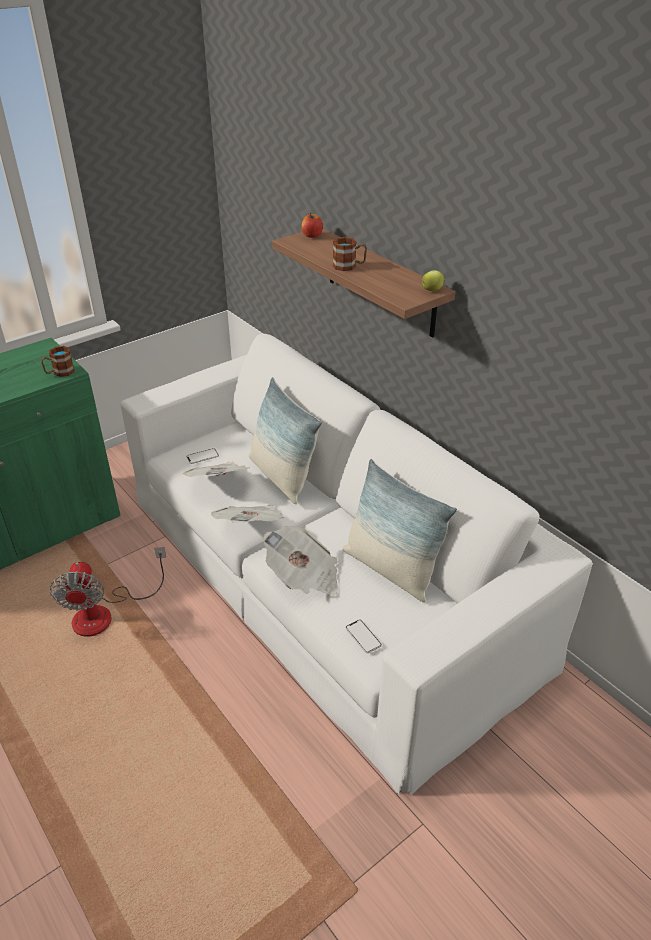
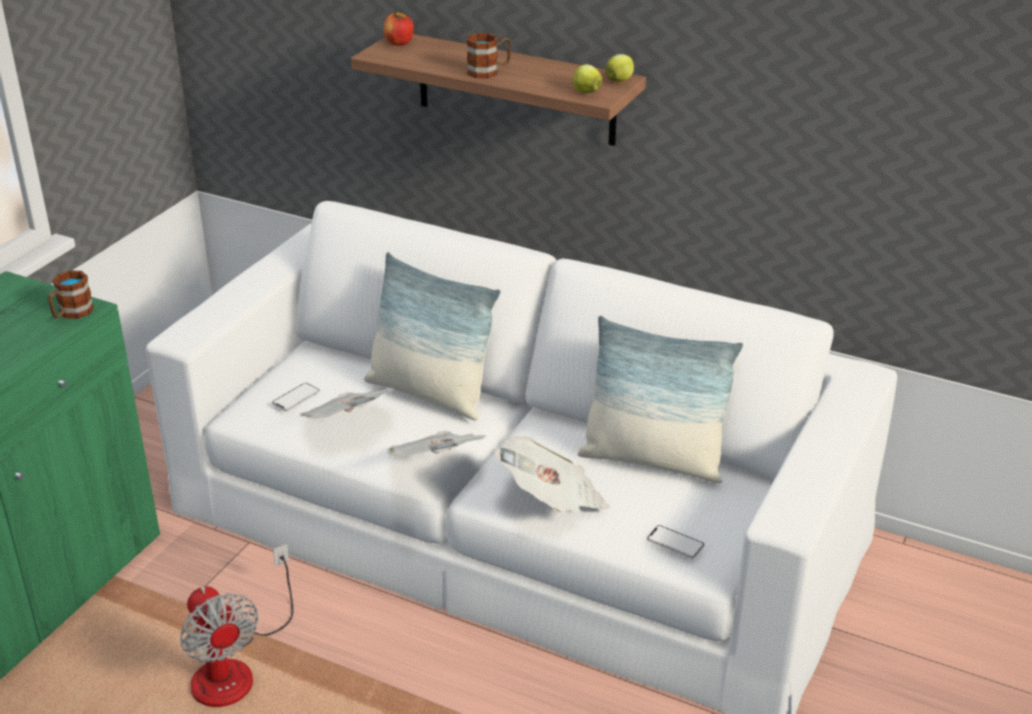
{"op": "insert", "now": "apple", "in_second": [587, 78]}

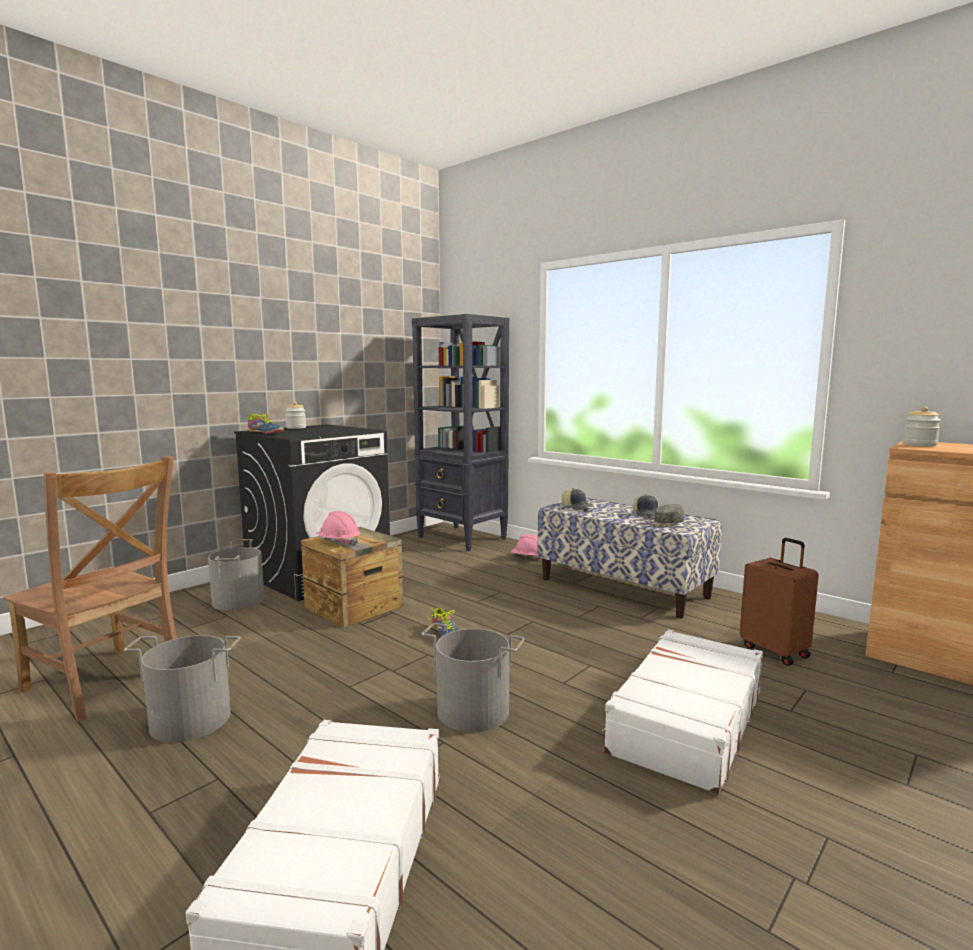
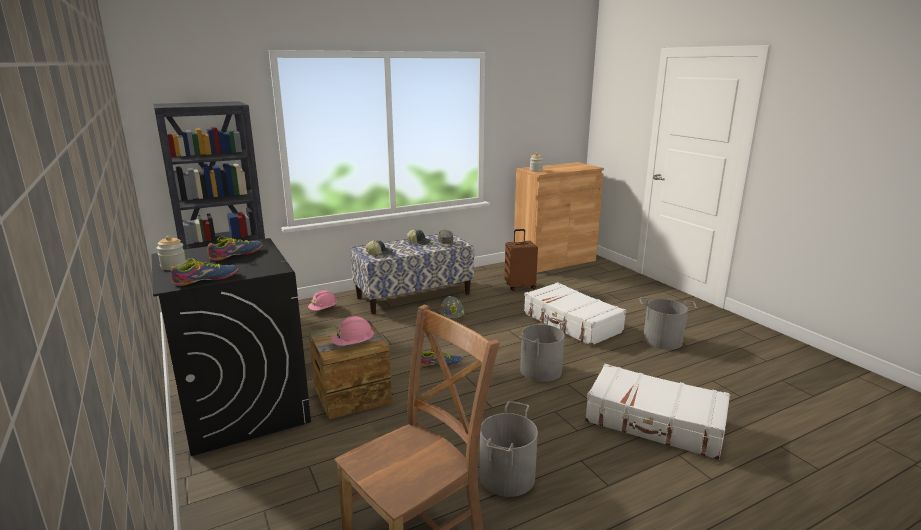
{"op": "insert", "now": "low shoe", "in_second": [235, 248]}
{"op": "insert", "now": "safety helmet (greyish)", "in_second": [452, 307]}
{"op": "move", "was": "pail (greyish)", "in_first": [236, 575], "in_second": [668, 323]}

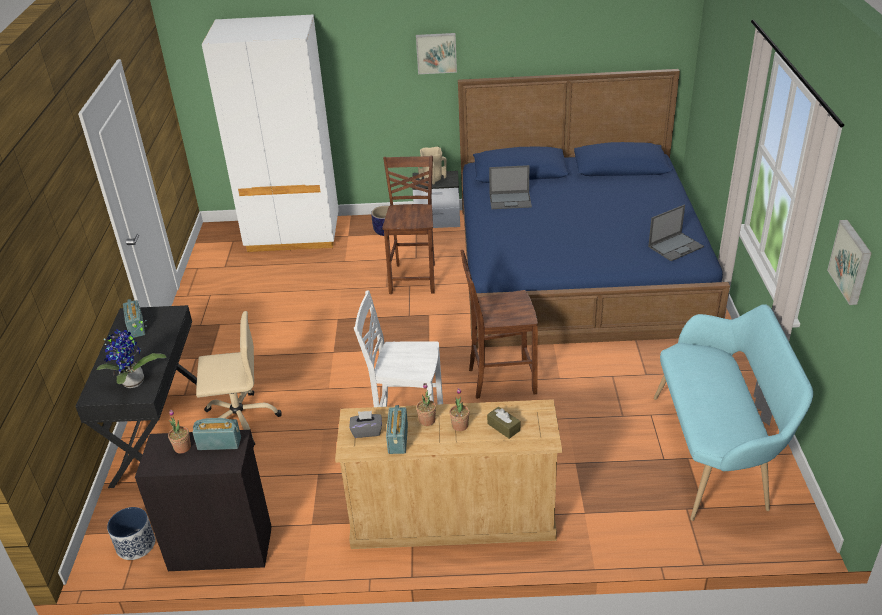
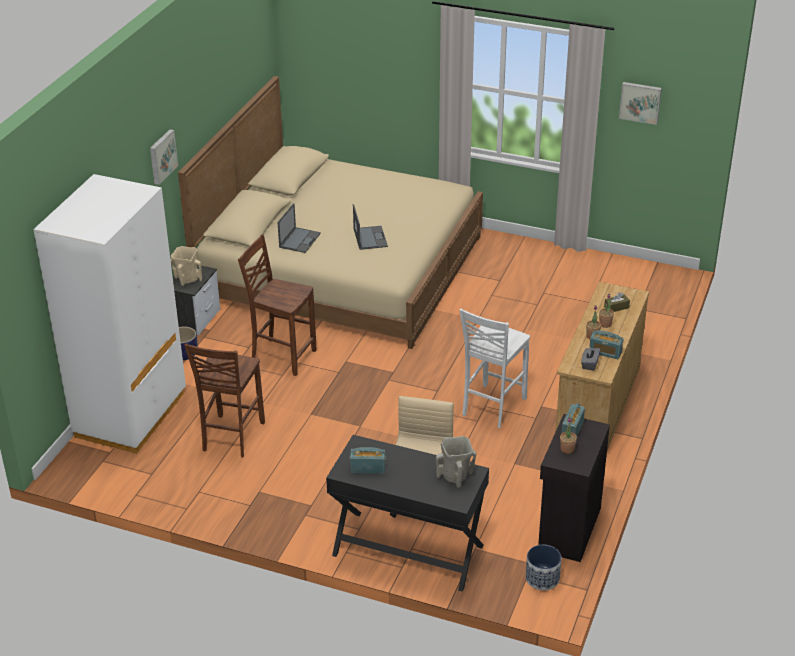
{"op": "delete", "was": "bench (blue-green)", "in_first": [733, 412]}
{"op": "move", "was": "plain chair (brown)", "in_first": [499, 324], "in_second": [224, 400]}
{"op": "move", "was": "laptop", "in_first": [676, 232], "in_second": [370, 227]}
{"op": "replace", "was": "potted plant", "now": "vase (beige)", "in_first": [132, 354], "in_second": [456, 462]}
{"op": "recolor", "was": "bed (blue-coloured)", "now": "bed (beige)", "in_first": [594, 208], "in_second": [330, 212]}

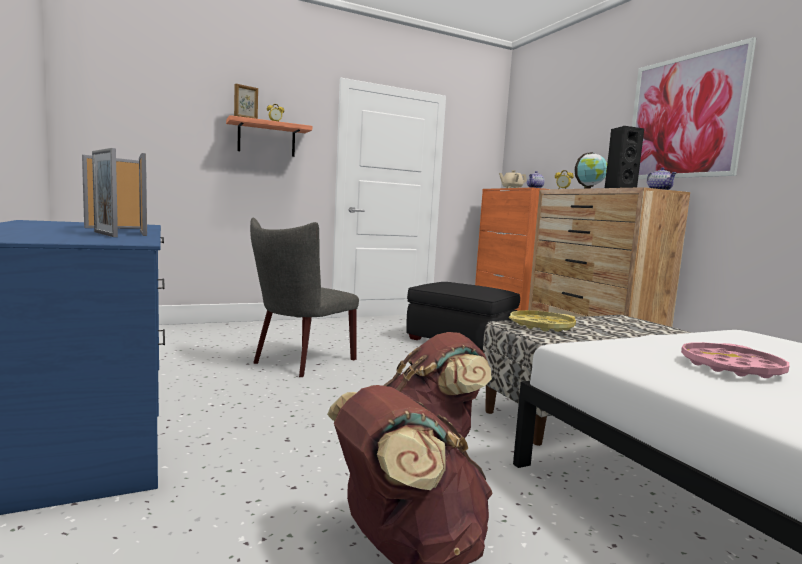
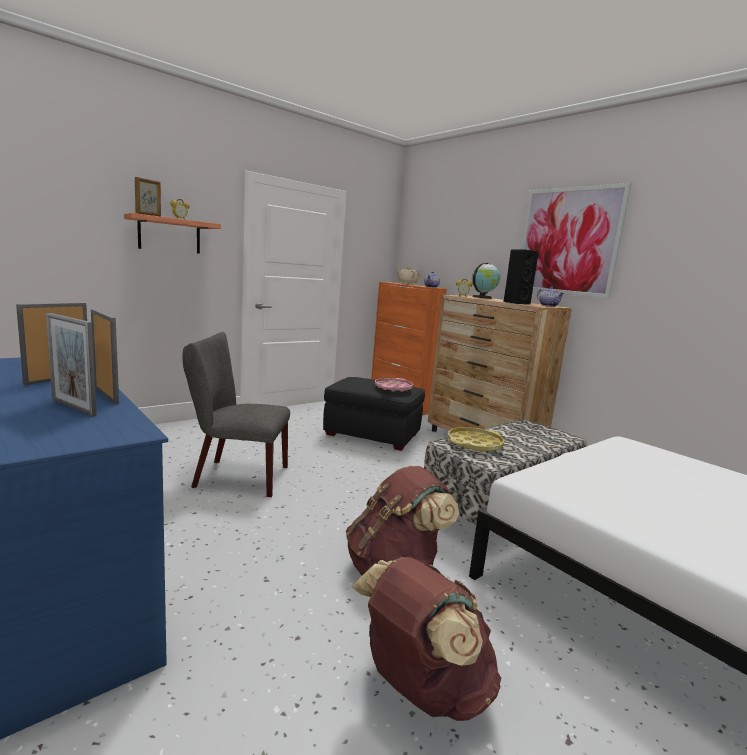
{"op": "move", "was": "serving tray (pinkish)", "in_first": [735, 360], "in_second": [394, 385]}
{"op": "rotate", "was": "plain chair (greyish)", "in_first": [304, 297], "in_second": [236, 414], "clockwise": 75}

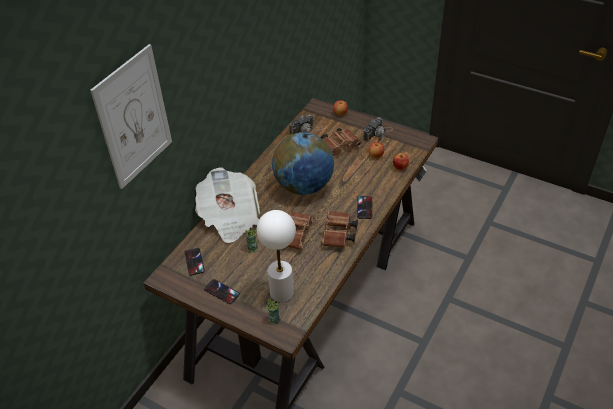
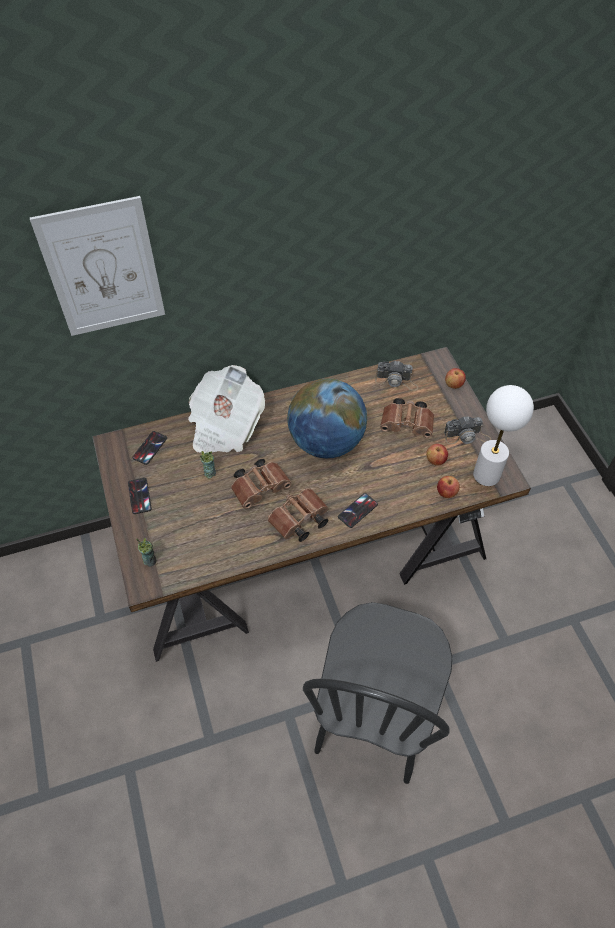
{"op": "insert", "now": "plain chair (black)", "in_second": [377, 693]}
{"op": "move", "was": "tabletop lamp (white)", "in_first": [276, 256], "in_second": [503, 435]}

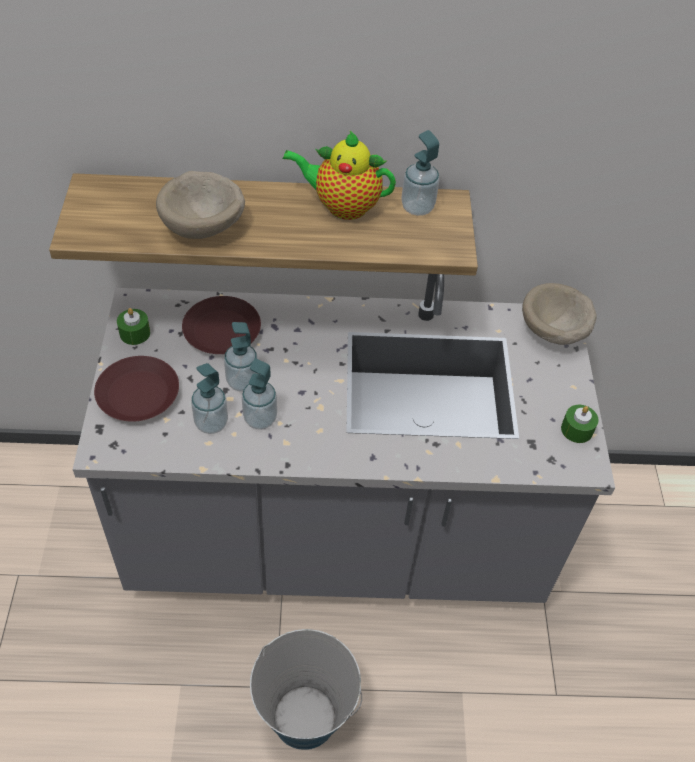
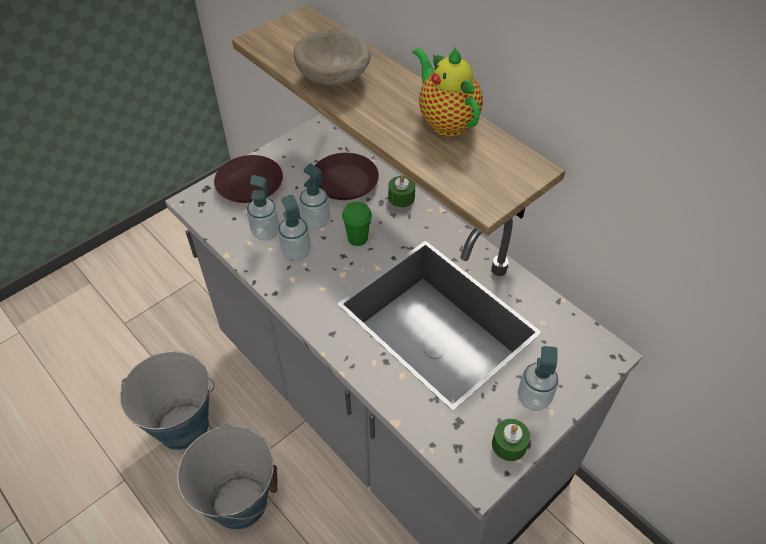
{"op": "delete", "was": "deep dish (beige)", "in_first": [559, 314]}
{"op": "insert", "now": "pail", "in_second": [167, 400]}
{"op": "insert", "now": "drinking cup (green)", "in_second": [357, 224]}
{"op": "move", "was": "wax candle (green)", "in_first": [133, 326], "in_second": [401, 190]}
{"op": "move", "was": "liquid soap bottle", "in_first": [420, 173], "in_second": [538, 378]}

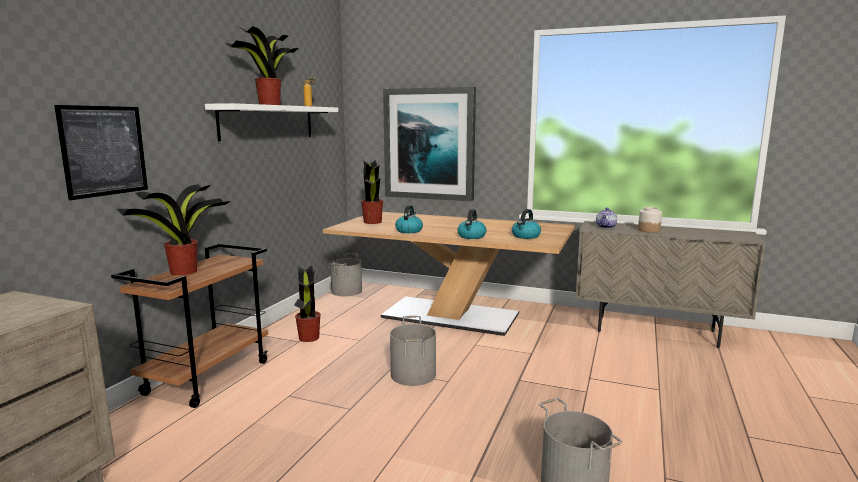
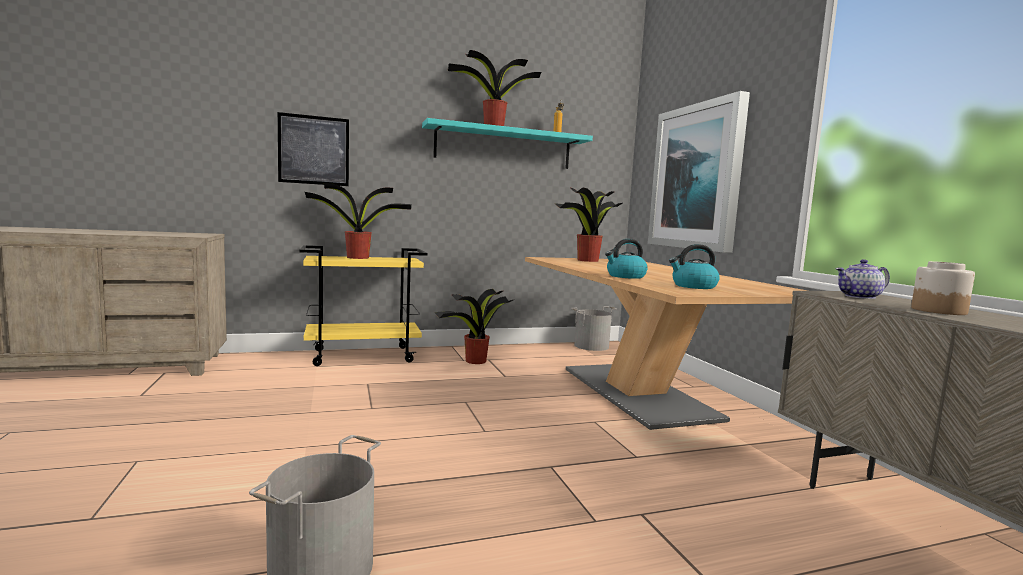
{"op": "delete", "was": "pail (greyish)", "in_first": [413, 351]}
{"op": "delete", "was": "water kettle", "in_first": [409, 219]}
{"op": "recolor", "was": "trolley (brown)", "now": "trolley (yellow-coloured)", "in_first": [189, 326], "in_second": [364, 305]}
{"op": "recolor", "was": "shelf (white)", "now": "shelf (blue-green)", "in_first": [271, 122], "in_second": [507, 143]}

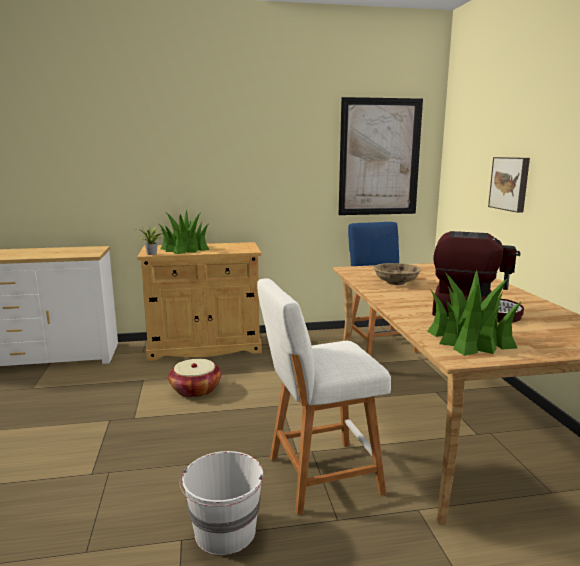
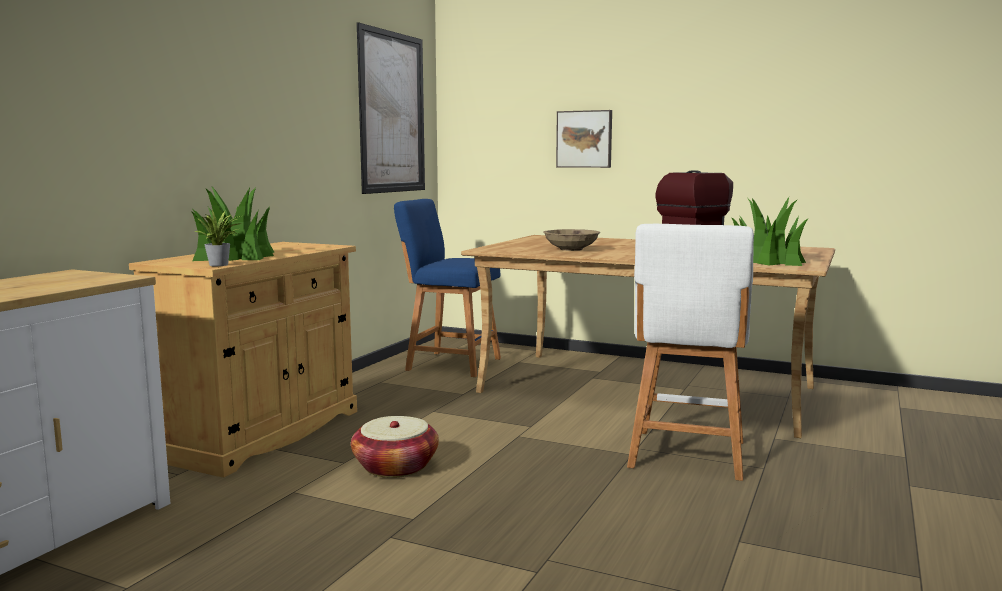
{"op": "delete", "was": "pail (white)", "in_first": [221, 503]}

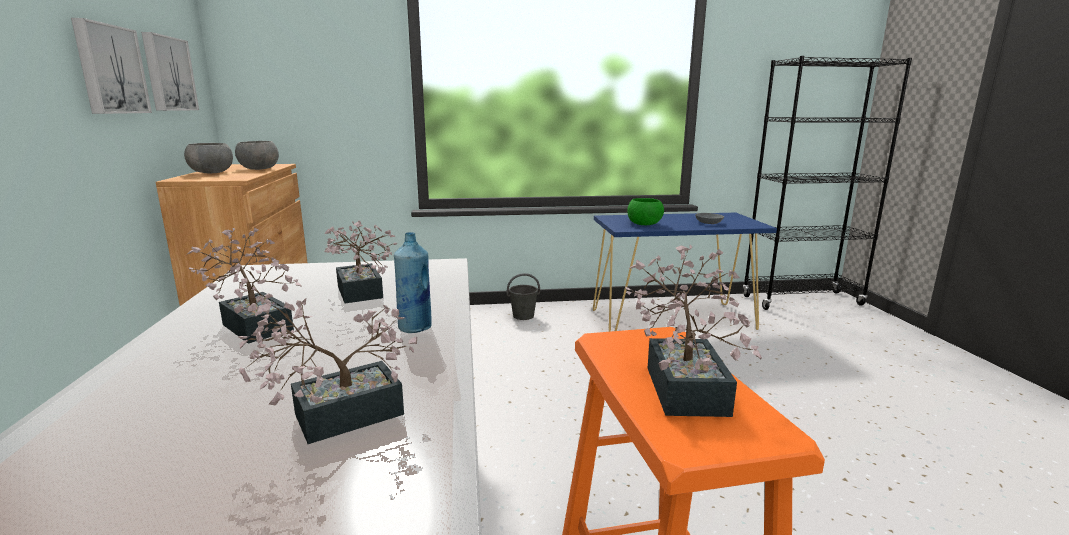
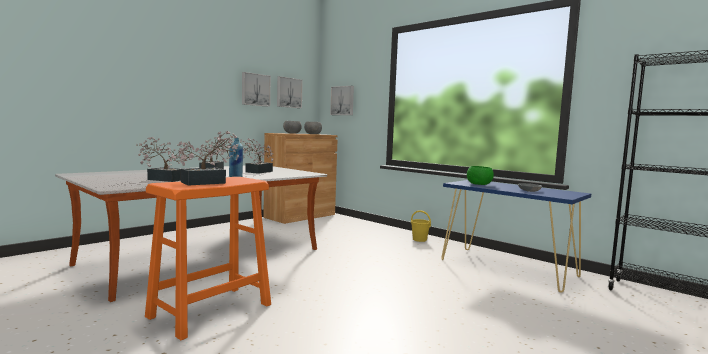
{"op": "insert", "now": "picture", "in_second": [342, 100]}
{"op": "recolor", "was": "pail (greyish)", "now": "pail (yellow-coloured)", "in_first": [523, 296], "in_second": [421, 226]}

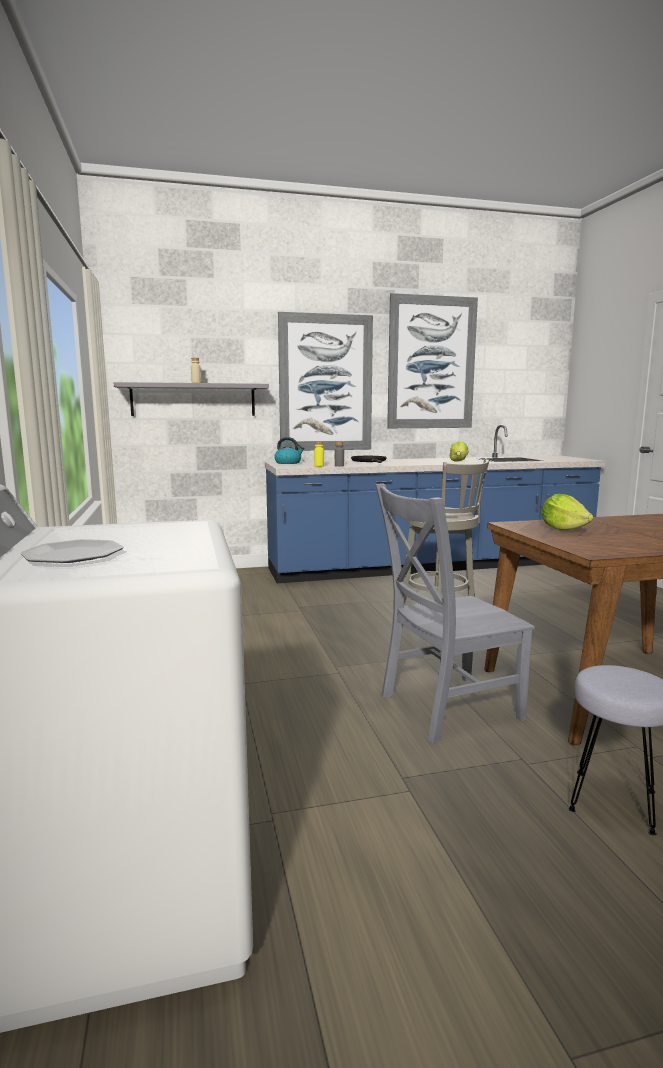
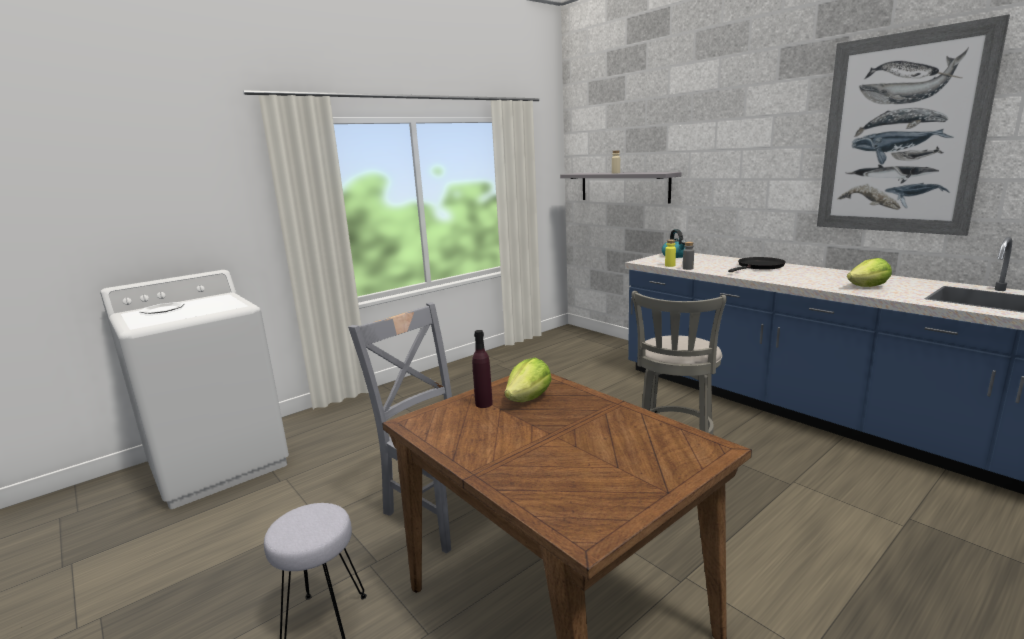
{"op": "delete", "was": "picture", "in_first": [325, 381]}
{"op": "insert", "now": "bottle (purplish)", "in_second": [482, 369]}

